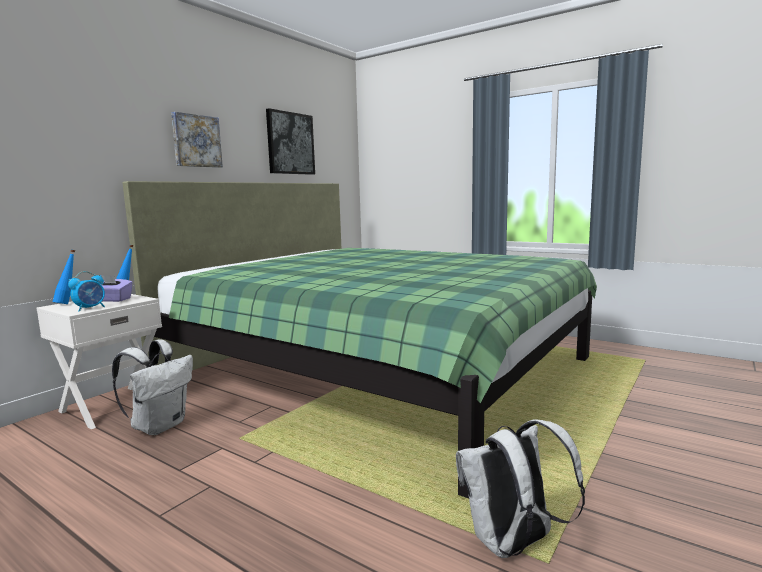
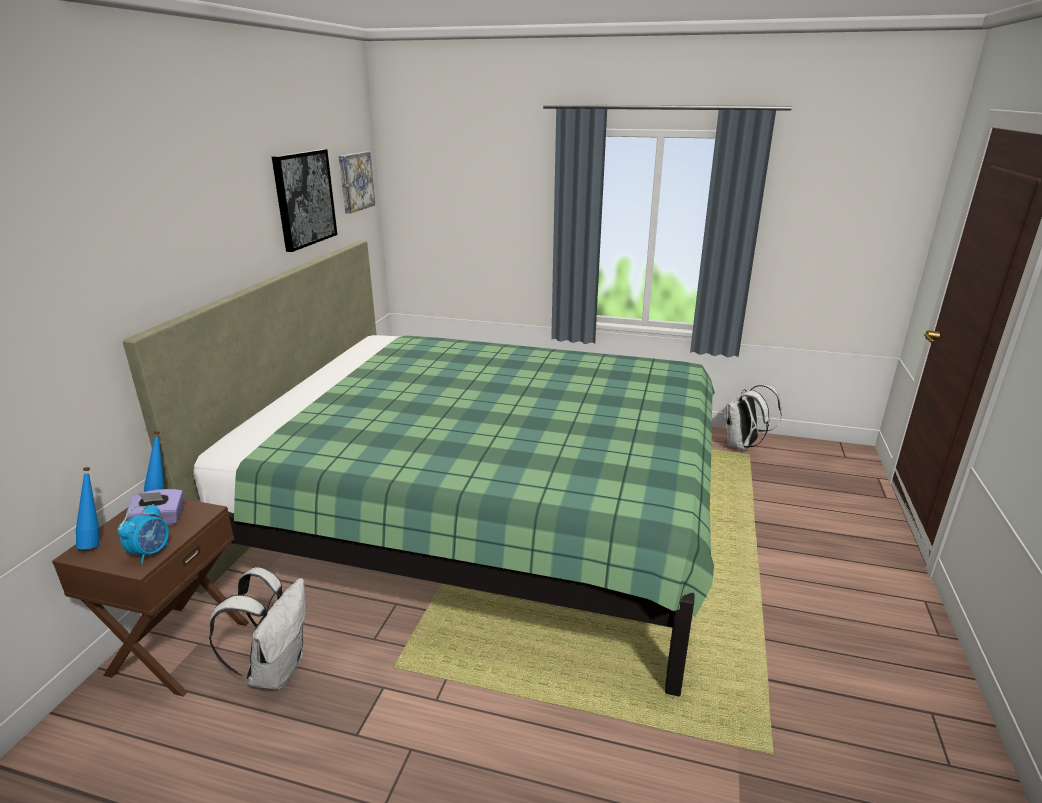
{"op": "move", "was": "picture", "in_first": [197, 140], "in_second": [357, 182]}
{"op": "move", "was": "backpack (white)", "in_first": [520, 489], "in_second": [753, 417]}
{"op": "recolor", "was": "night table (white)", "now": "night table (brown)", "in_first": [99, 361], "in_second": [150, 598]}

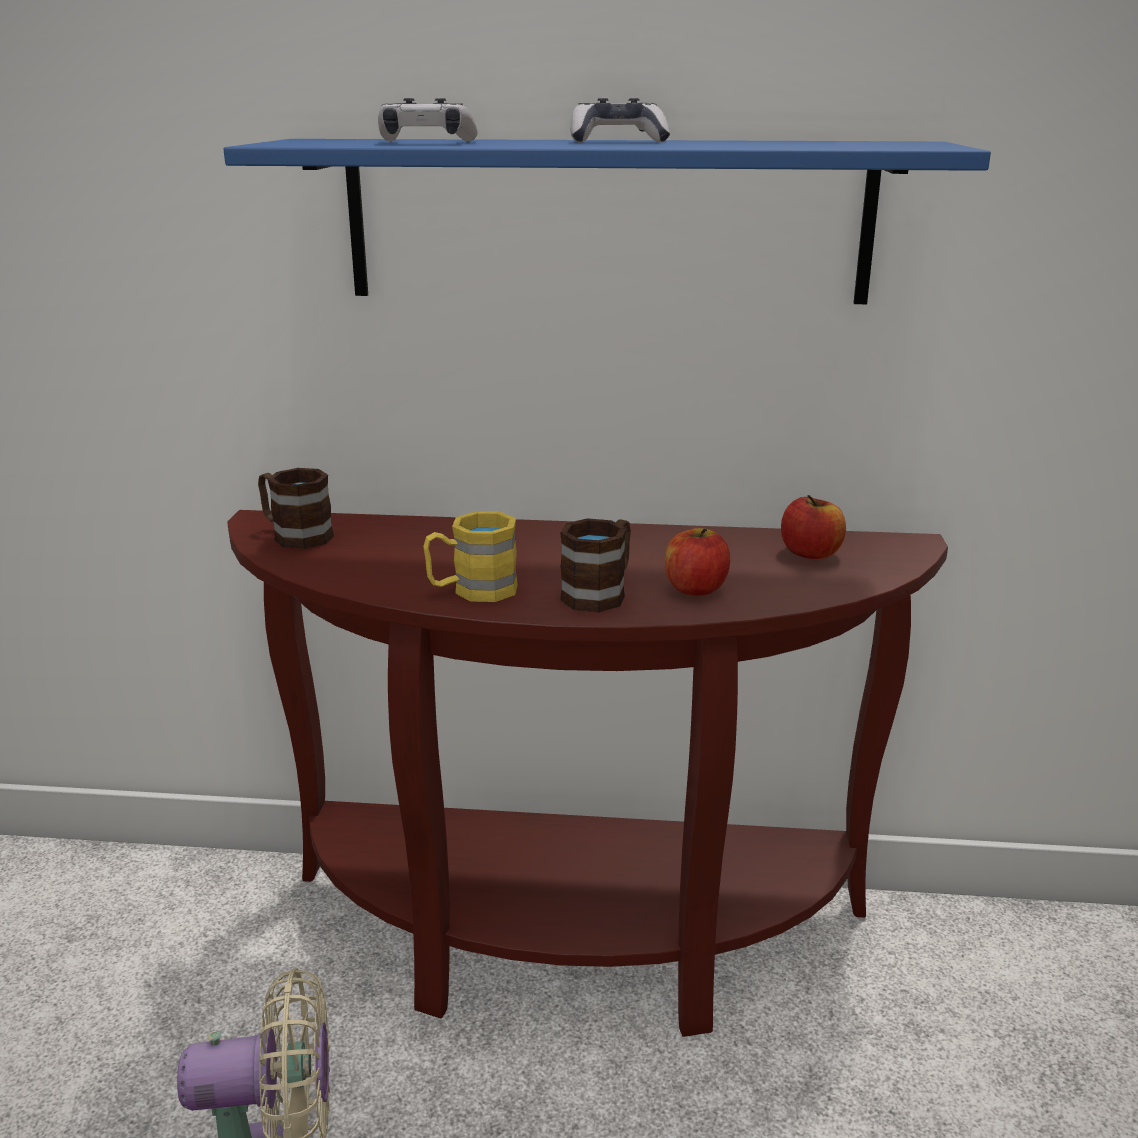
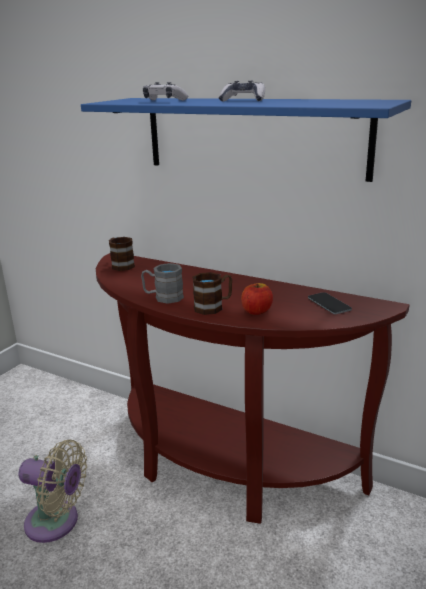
{"op": "replace", "was": "apple", "now": "telephone", "in_first": [813, 527], "in_second": [330, 303]}
{"op": "recolor", "was": "mug (yellow-coloured)", "now": "mug (greyish)", "in_first": [470, 556], "in_second": [162, 283]}

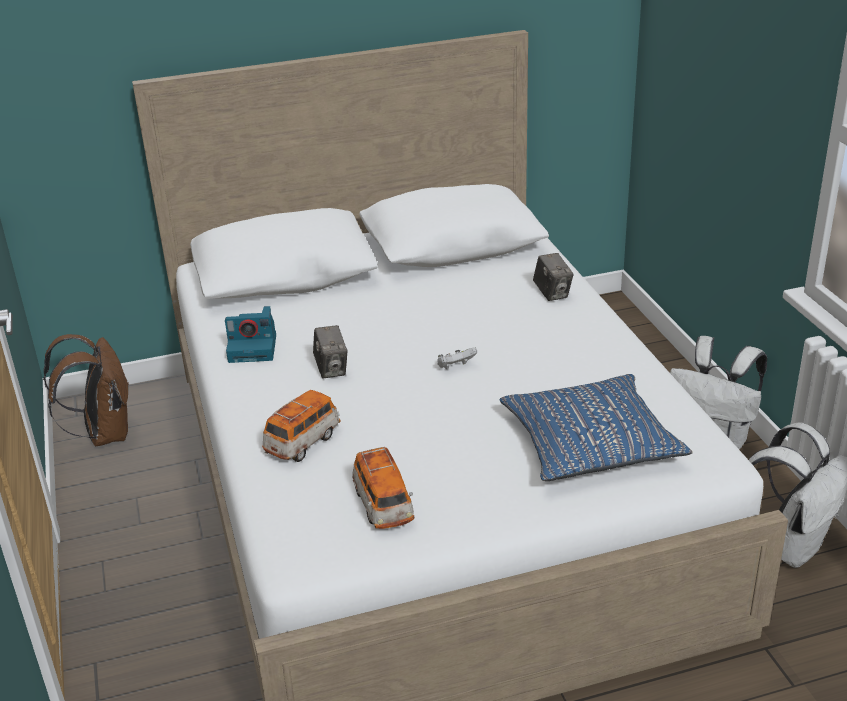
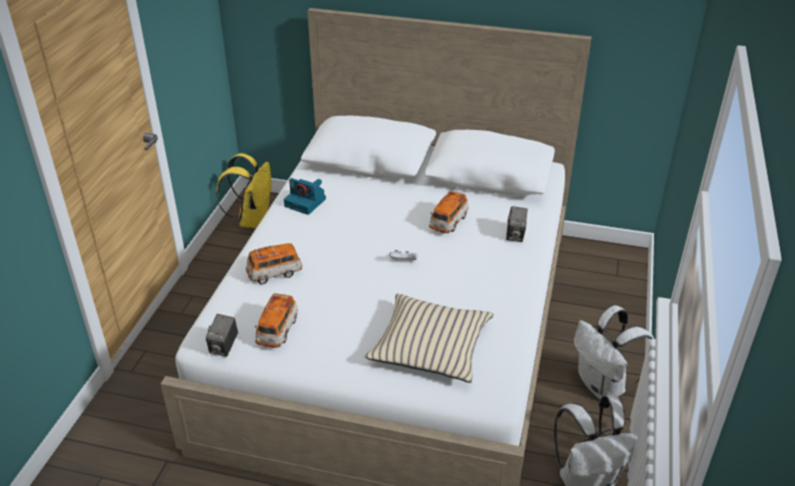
{"op": "insert", "now": "toy car", "in_second": [448, 211]}
{"op": "move", "was": "photo camera", "in_first": [330, 351], "in_second": [222, 335]}
{"op": "recolor", "was": "backpack (brown)", "now": "backpack (yellow-coloured)", "in_first": [86, 390], "in_second": [244, 191]}
{"op": "recolor", "was": "cushion (blue-coloured)", "now": "cushion (beige)", "in_first": [596, 427], "in_second": [429, 338]}

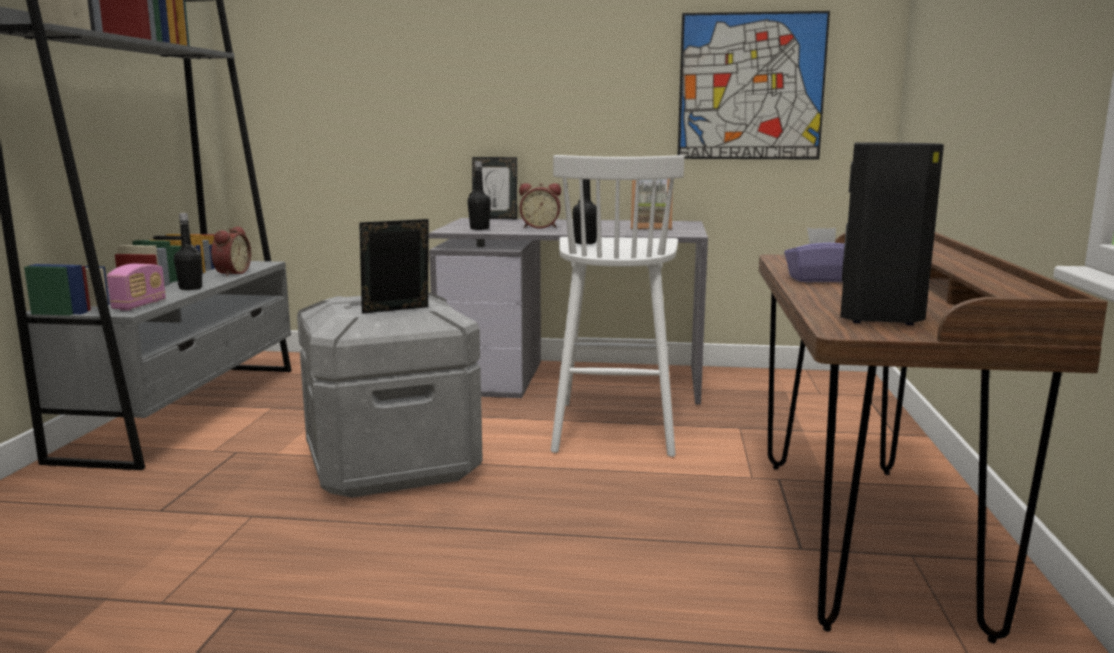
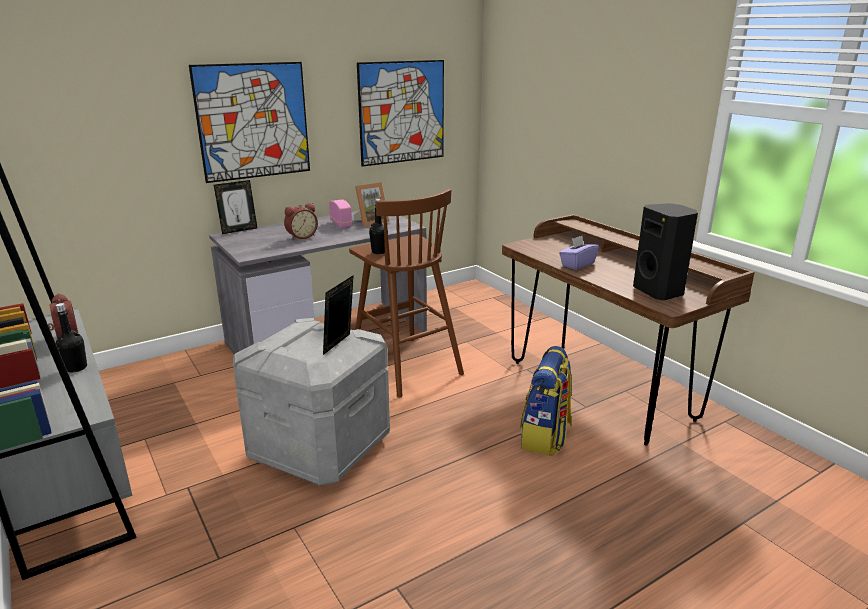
{"op": "delete", "was": "bottle (black)", "in_first": [479, 195]}
{"op": "insert", "now": "picture", "in_second": [249, 122]}
{"op": "insert", "now": "backpack", "in_second": [546, 401]}
{"op": "move", "was": "radio set", "in_first": [136, 287], "in_second": [340, 214]}
{"op": "recolor", "was": "stool seat (white)", "now": "stool seat (brown)", "in_first": [617, 306], "in_second": [406, 293]}

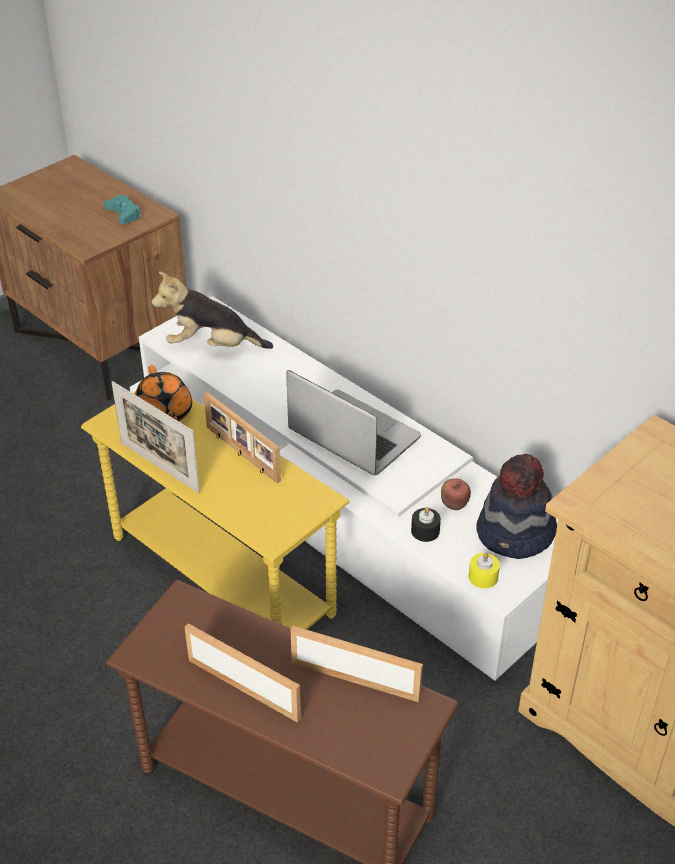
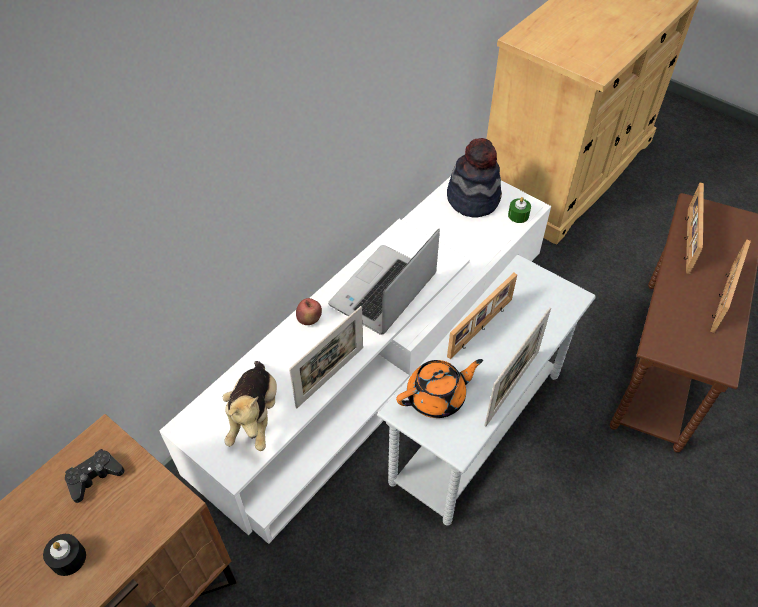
{"op": "insert", "now": "standing frame", "in_second": [326, 357]}
{"op": "move", "was": "wax candle (black)", "in_first": [426, 524], "in_second": [64, 555]}
{"op": "move", "was": "apple", "in_first": [456, 494], "in_second": [309, 311]}
{"op": "recolor", "was": "accent table (yellow-coloured)", "now": "accent table (white)", "in_first": [215, 510], "in_second": [486, 390]}
{"op": "recolor", "was": "game controller (blue-green)", "now": "game controller (black)", "in_first": [123, 209], "in_second": [94, 476]}
{"op": "recolor", "was": "wax candle (yellow-coloured)", "now": "wax candle (green)", "in_first": [484, 570], "in_second": [519, 210]}

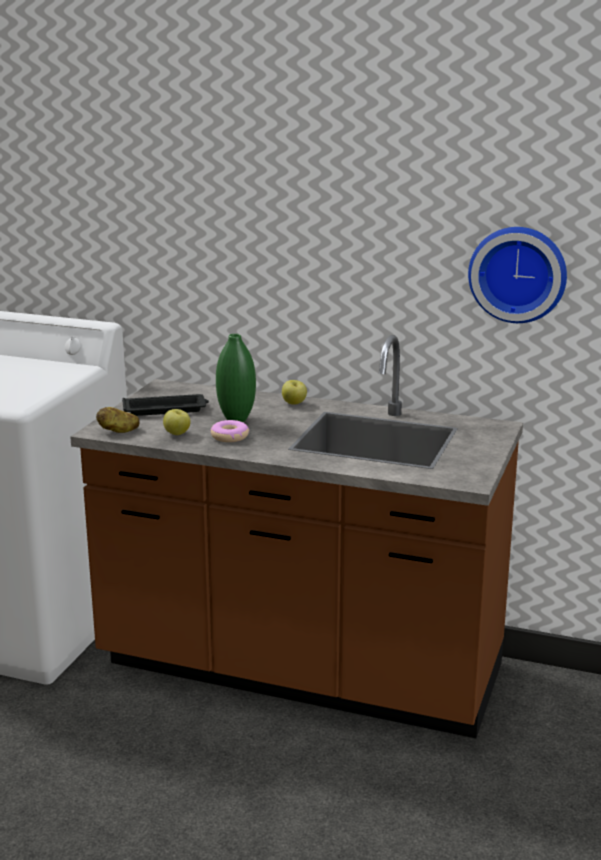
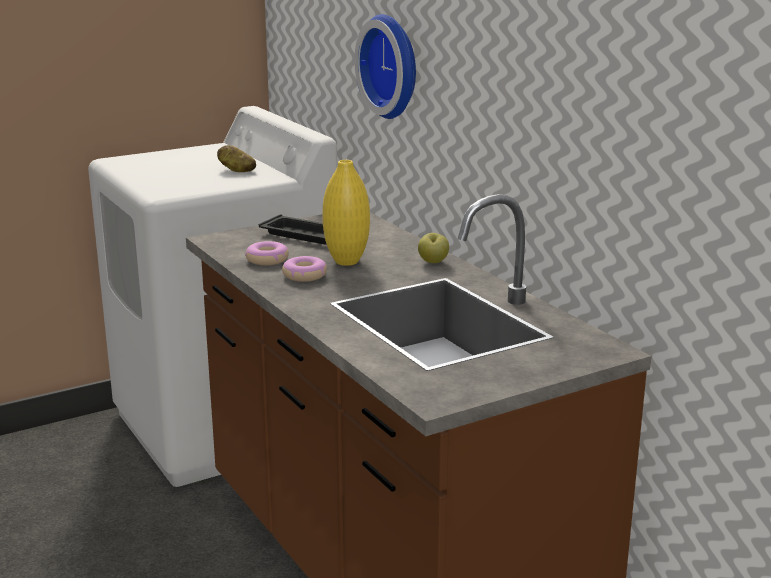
{"op": "move", "was": "potato", "in_first": [118, 420], "in_second": [236, 158]}
{"op": "move", "was": "wall clock", "in_first": [517, 275], "in_second": [385, 66]}
{"op": "replace", "was": "apple", "now": "donut", "in_first": [177, 422], "in_second": [267, 253]}
{"op": "recolor", "was": "vase (green)", "now": "vase (yellow-coloured)", "in_first": [236, 378], "in_second": [346, 213]}

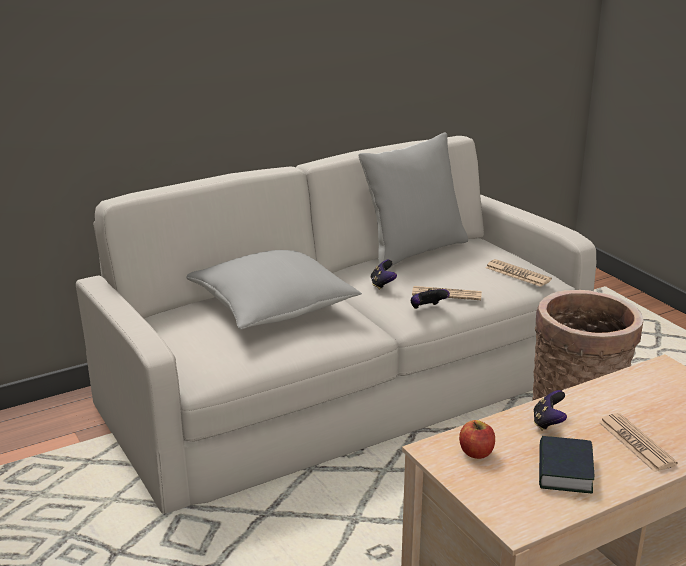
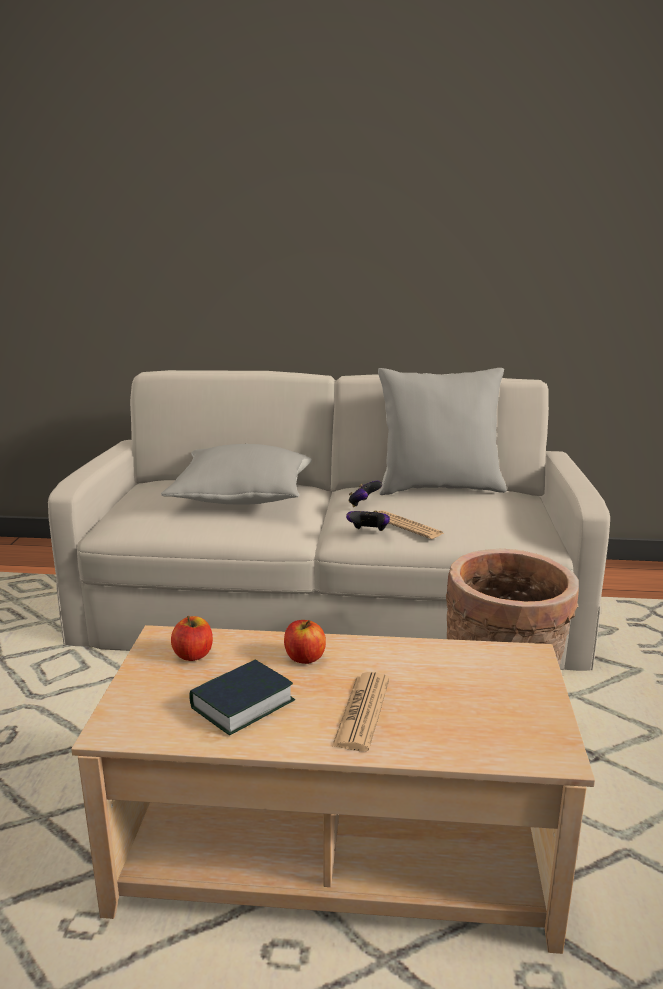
{"op": "delete", "was": "newspaper", "in_first": [518, 273]}
{"op": "replace", "was": "game controller", "now": "apple", "in_first": [550, 410], "in_second": [305, 642]}

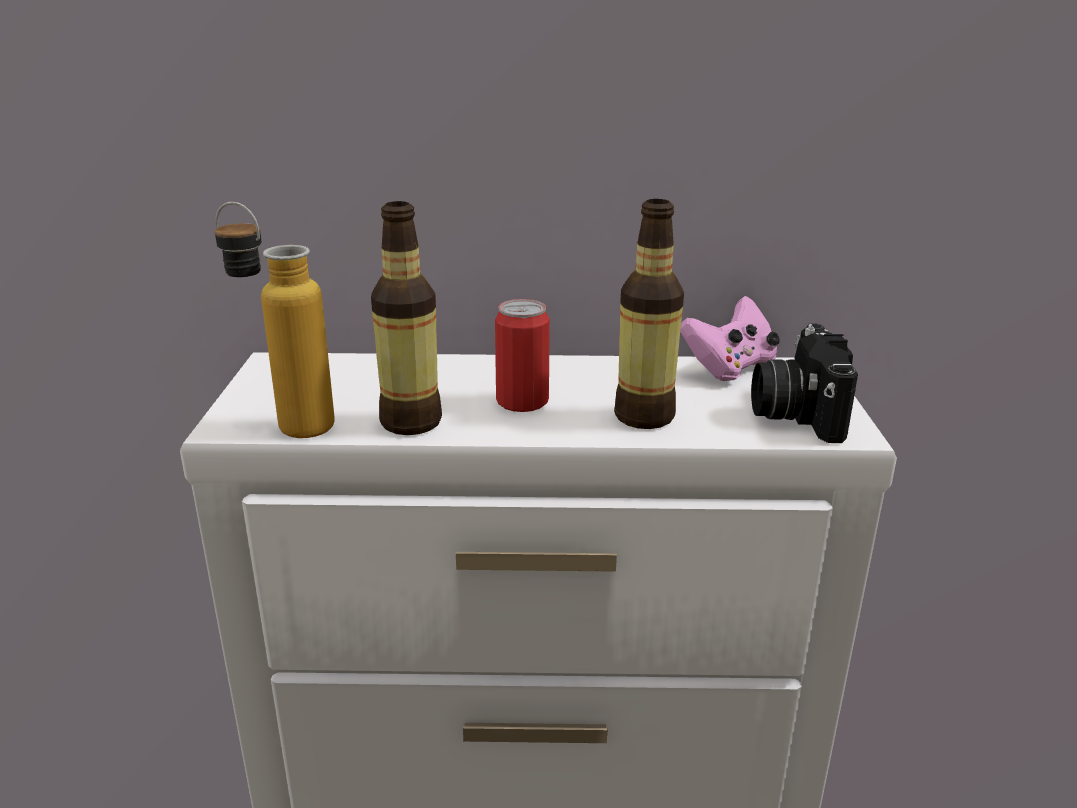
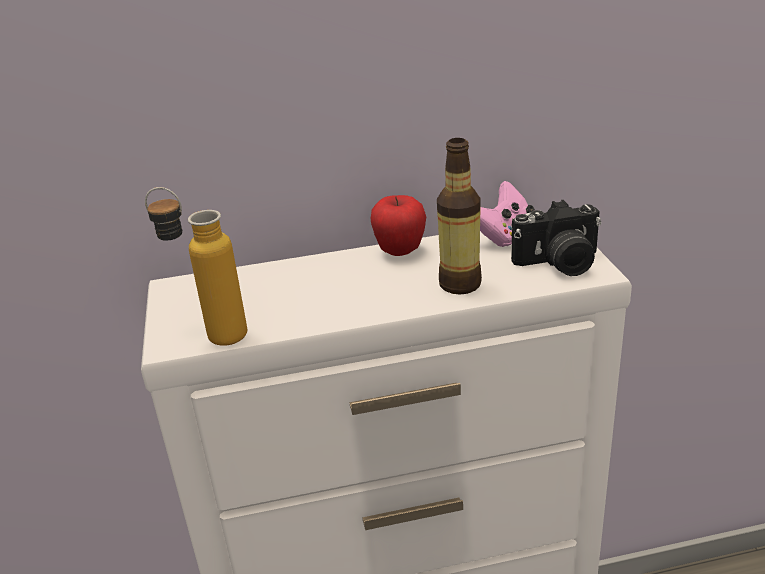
{"op": "delete", "was": "bottle", "in_first": [406, 318]}
{"op": "delete", "was": "sealed can", "in_first": [522, 355]}
{"op": "insert", "now": "apple", "in_second": [398, 225]}
{"op": "rotate", "was": "photo camera", "in_first": [804, 383], "in_second": [556, 238], "clockwise": -90}

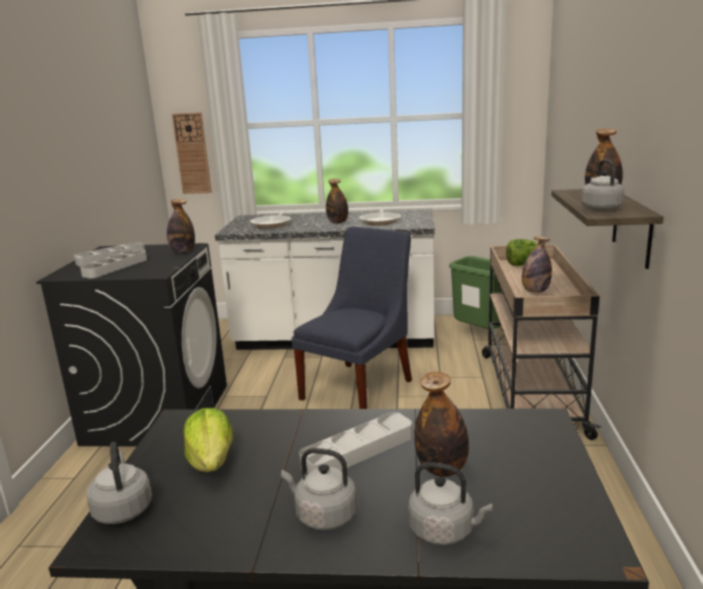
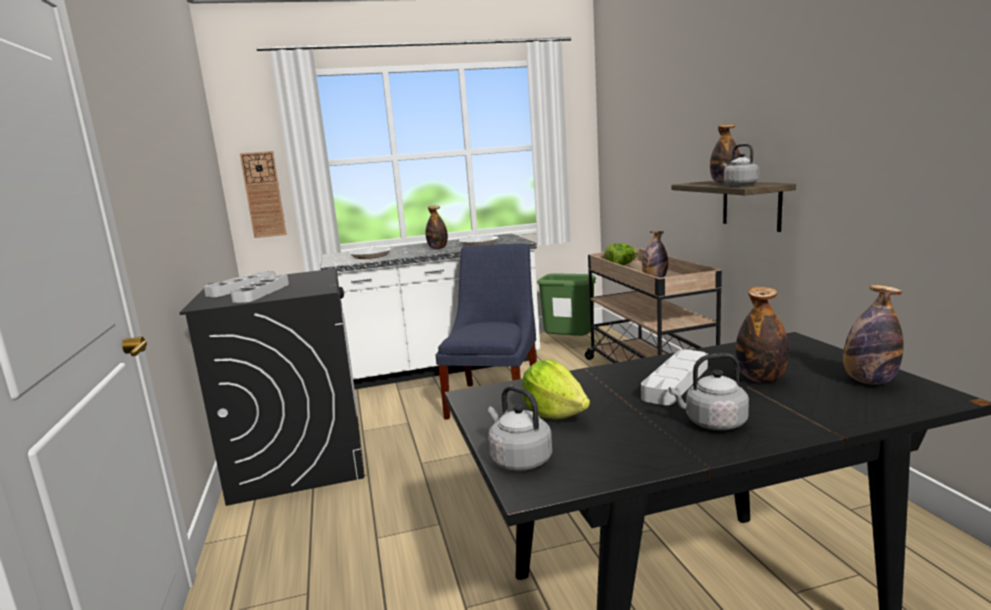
{"op": "delete", "was": "water kettle (greyish)", "in_first": [450, 503]}
{"op": "move", "was": "bottle", "in_first": [181, 226], "in_second": [873, 335]}

